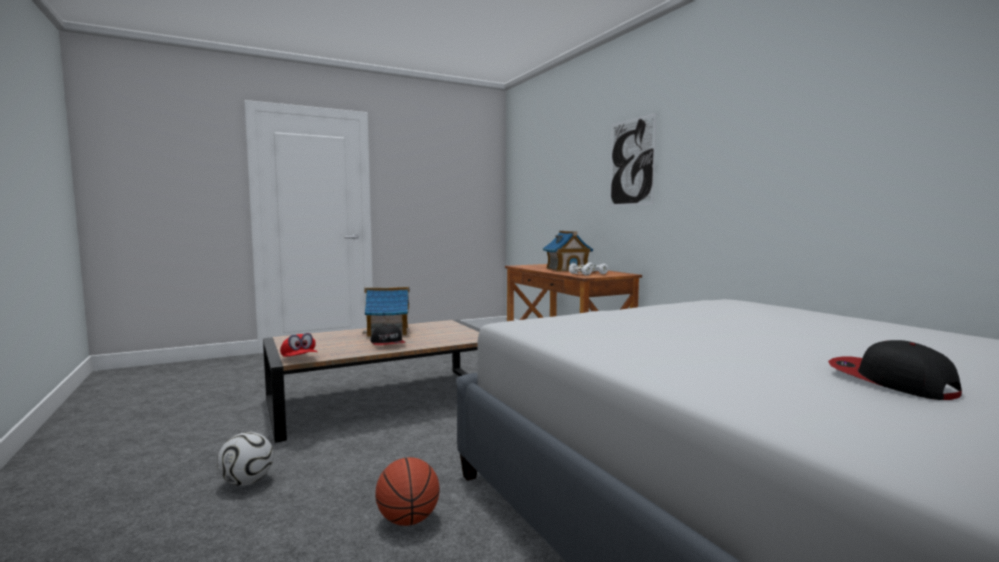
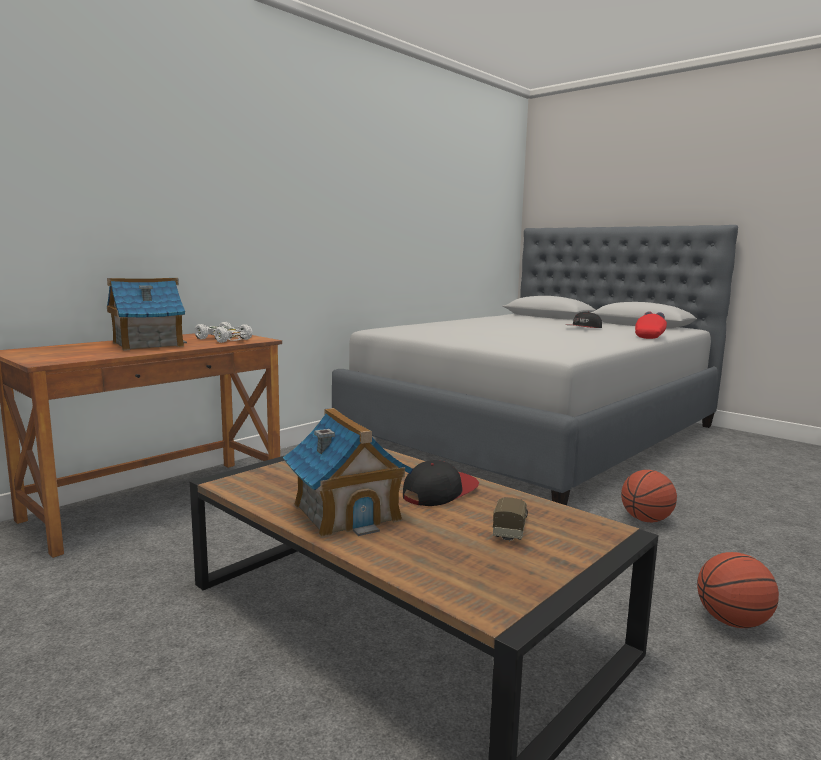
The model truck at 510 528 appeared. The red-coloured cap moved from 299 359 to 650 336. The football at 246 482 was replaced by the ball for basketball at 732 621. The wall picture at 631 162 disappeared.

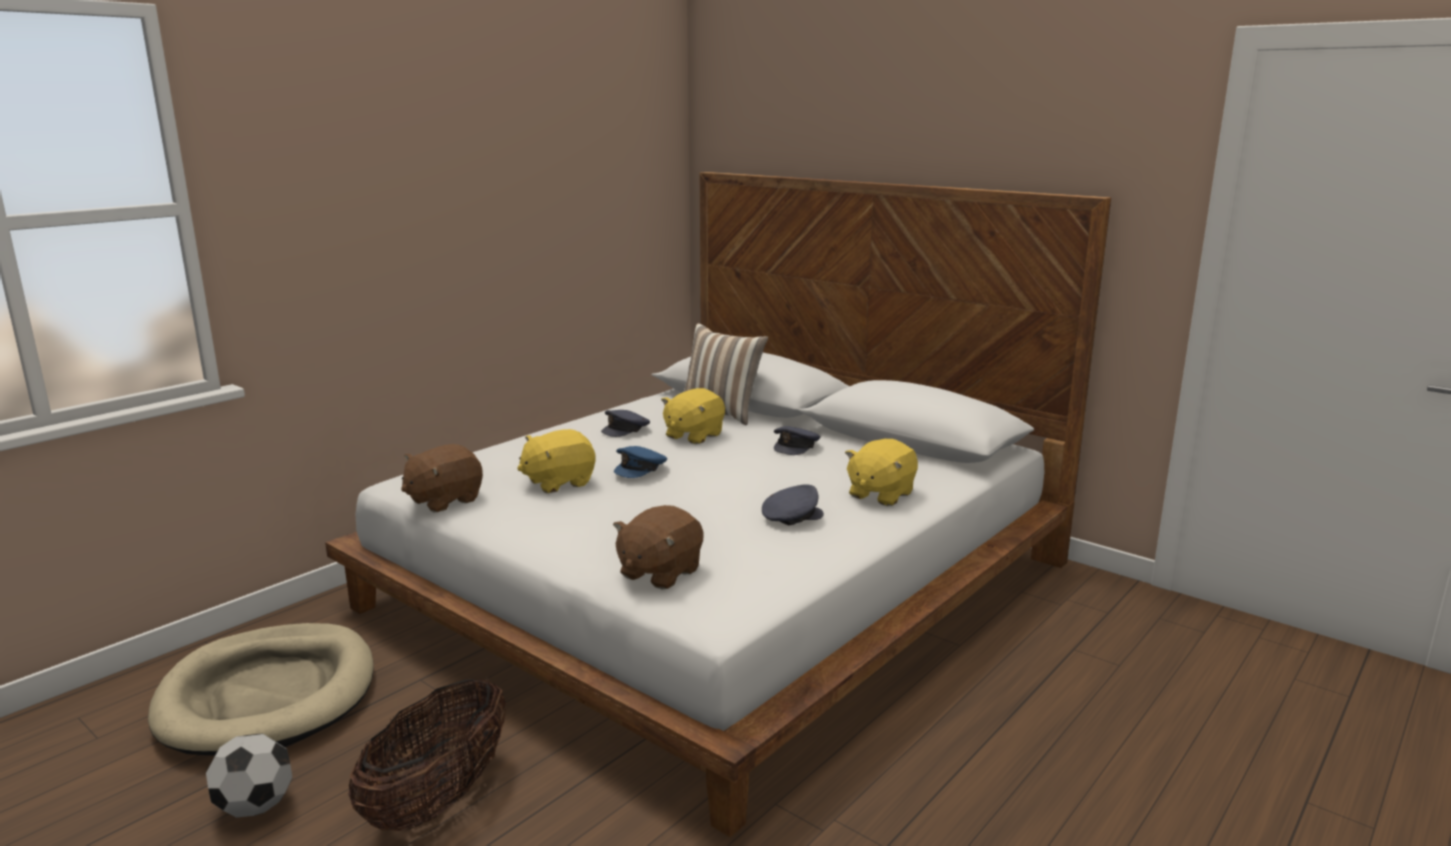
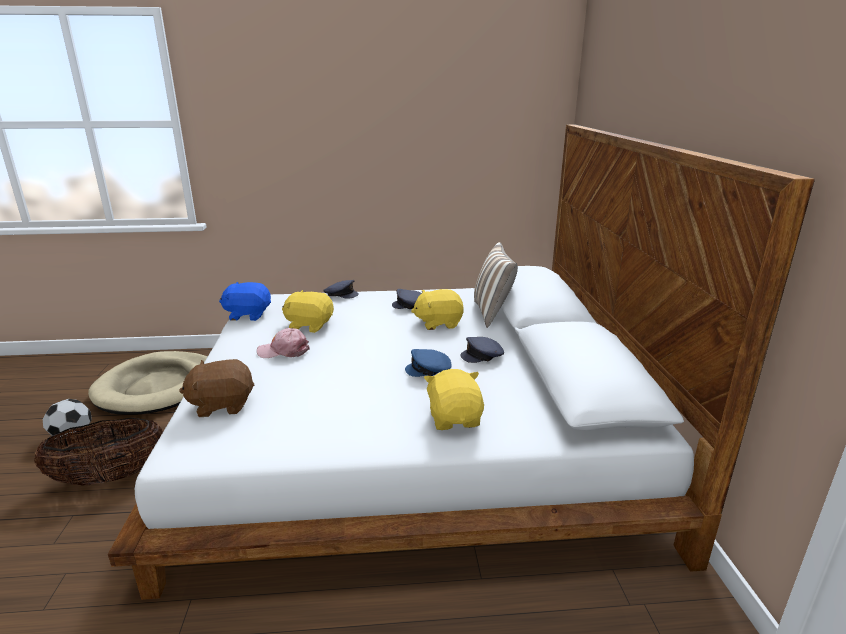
The brown plush toy at 444 500 became the blue-coloured plush toy at 248 315. The pink cap at 284 351 appeared. The greyish cap moved from 791 517 to 341 294. The blue-coloured cap moved from 641 468 to 429 370. The yellow plush toy at 880 494 turned 90 degrees clockwise.

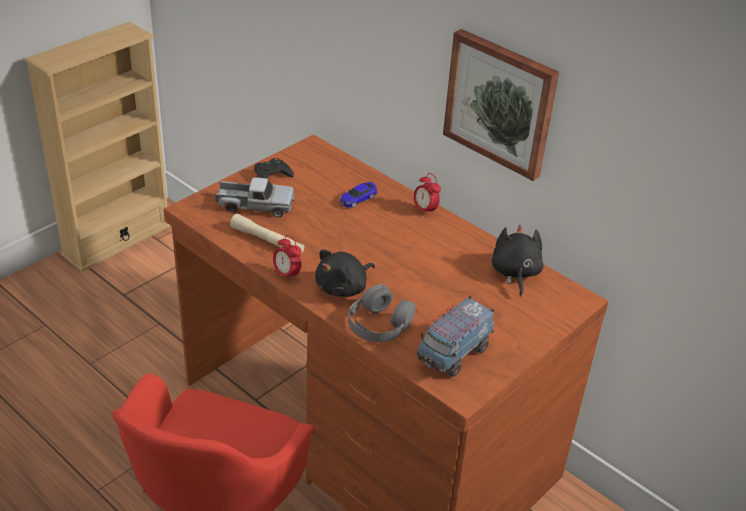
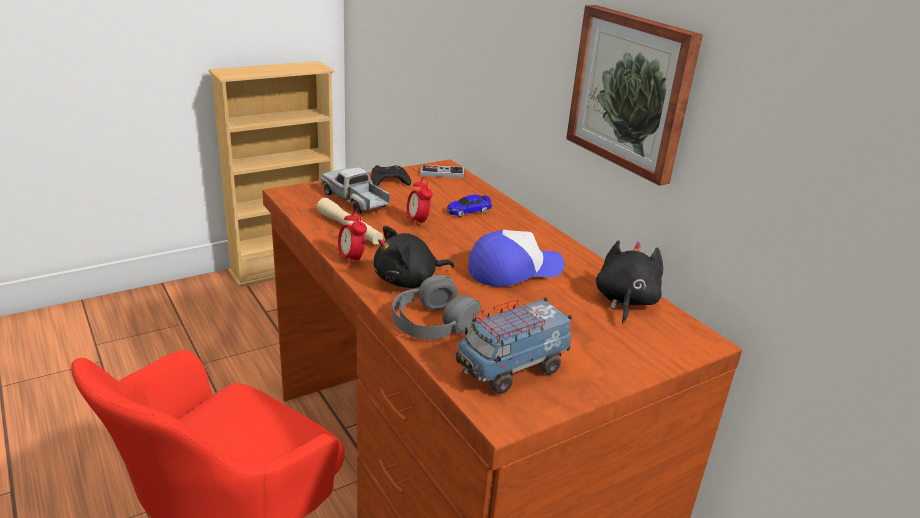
The model truck at 255 205 turned 150 degrees counterclockwise. The bedside clock moved from 425 210 to 418 222. The joypad at 442 173 appeared. The cap at 514 270 appeared.

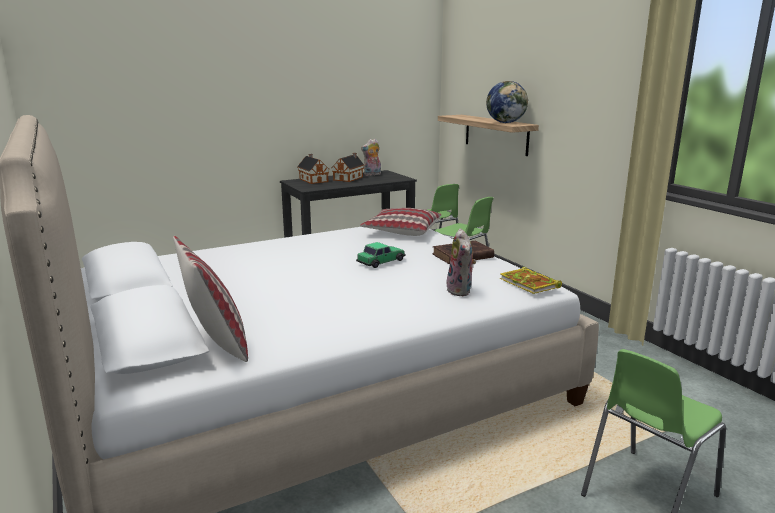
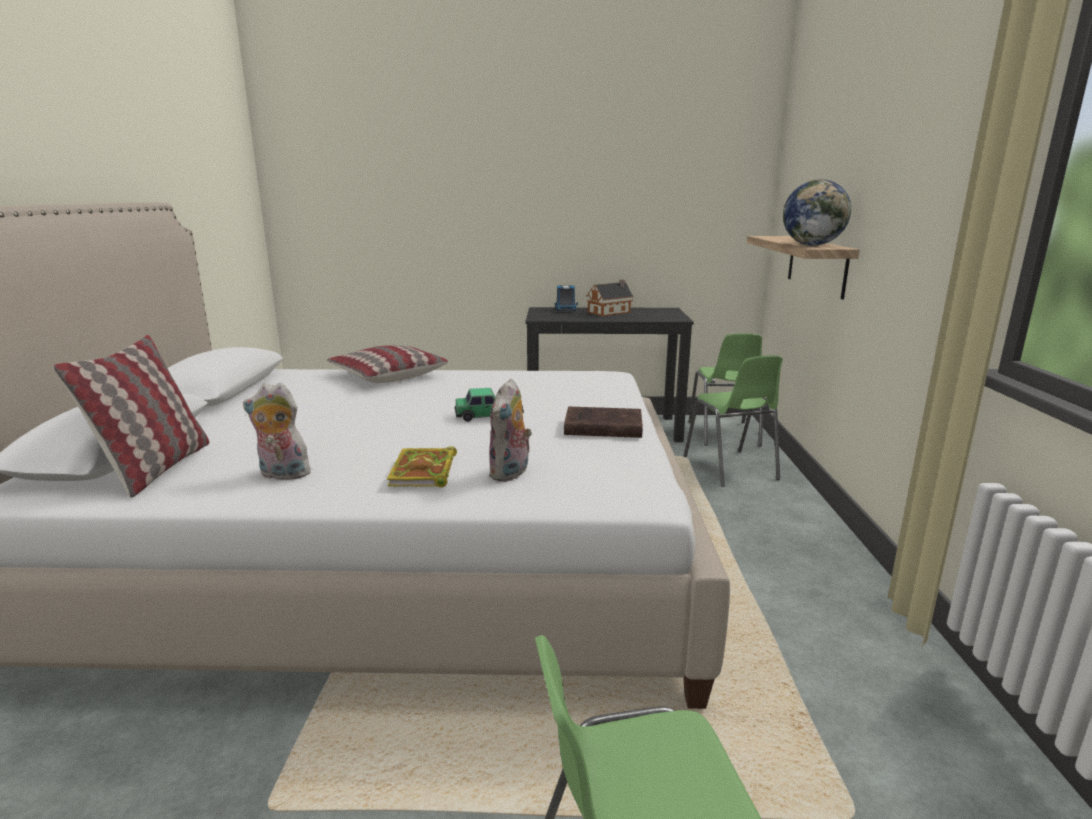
The plush toy moved from 372 174 to 282 475. The throw pillow moved from 401 231 to 387 375. The book moved from 530 284 to 424 472. The toy house at 313 180 was replaced by the model truck at 565 310.

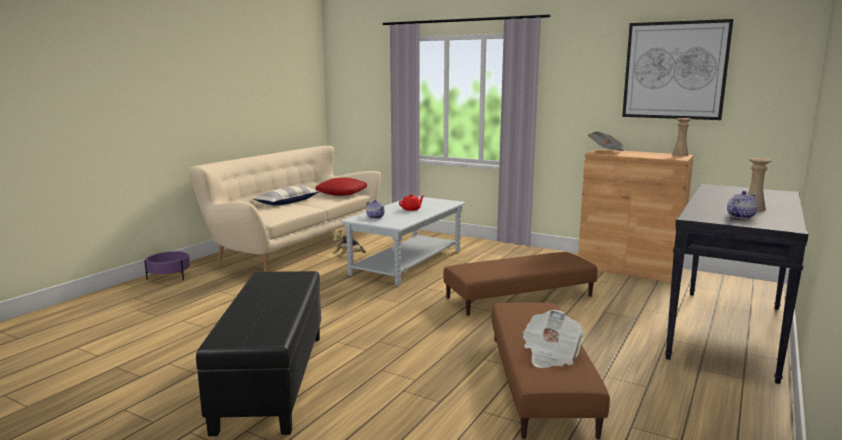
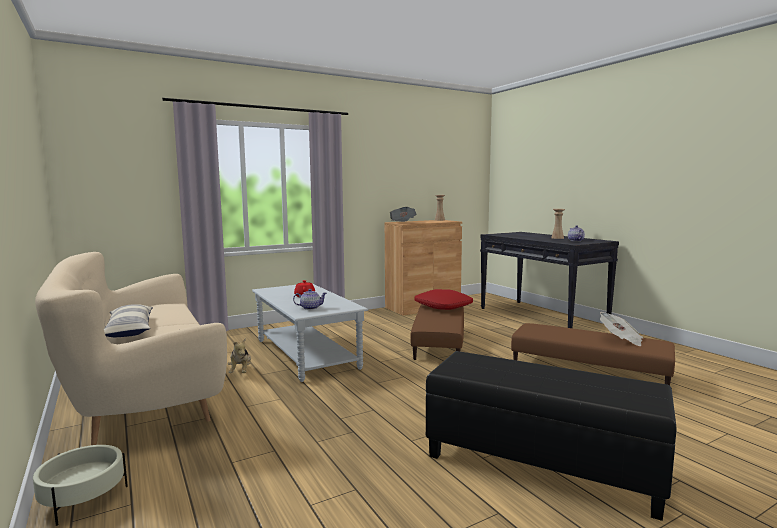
The purplish plant pot at 169 276 became the beige plant pot at 83 498. The red-coloured throw pillow moved from 341 193 to 443 306. The wall picture at 675 70 disappeared.

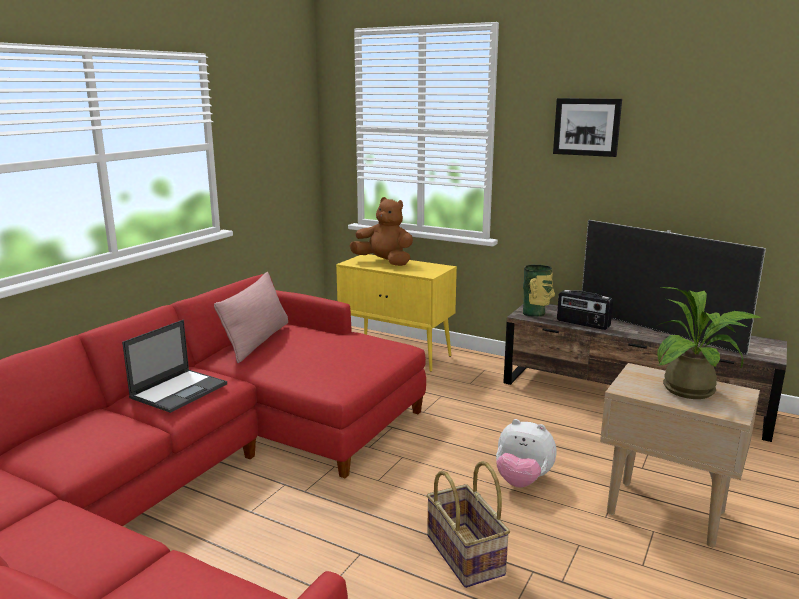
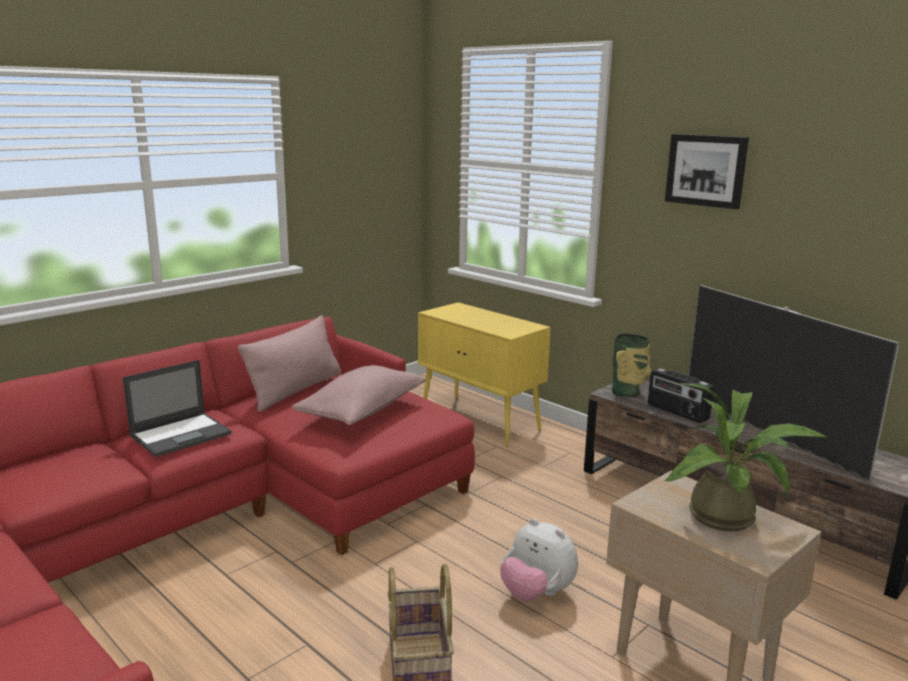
The pink throw pillow at 362 411 appeared. The brown plush toy at 384 262 disappeared.

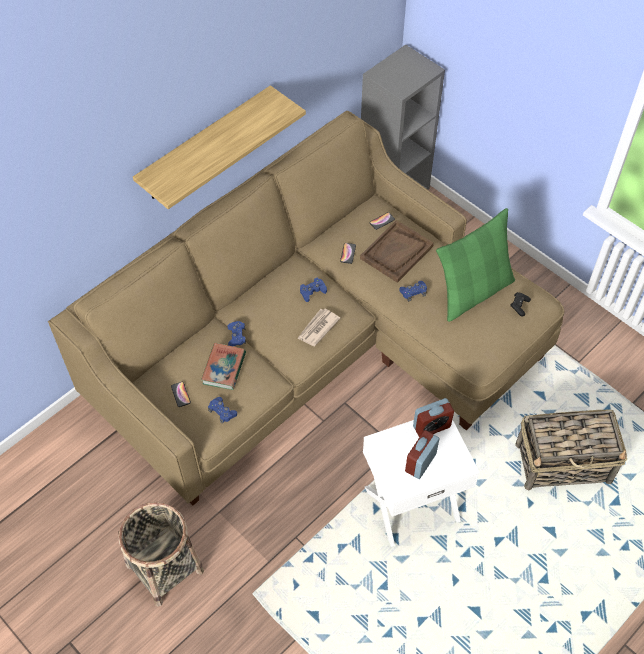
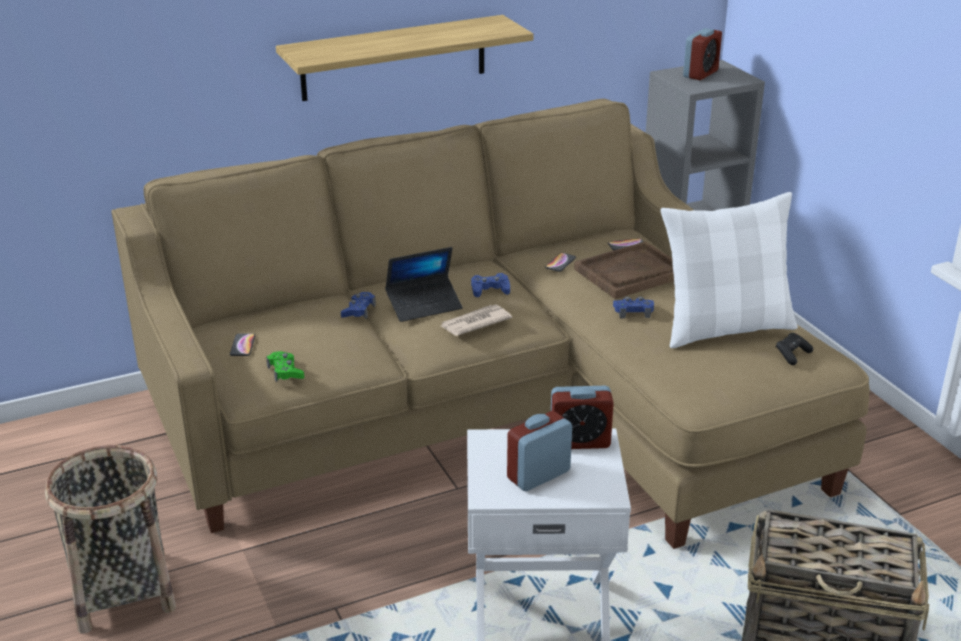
The blue-coloured joypad at 222 412 became the greenish joypad at 285 372. The laptop at 424 305 appeared. The greenish throw pillow at 473 292 became the white-coloured throw pillow at 725 328. The bedside clock at 700 74 appeared. The book at 224 368 disappeared.

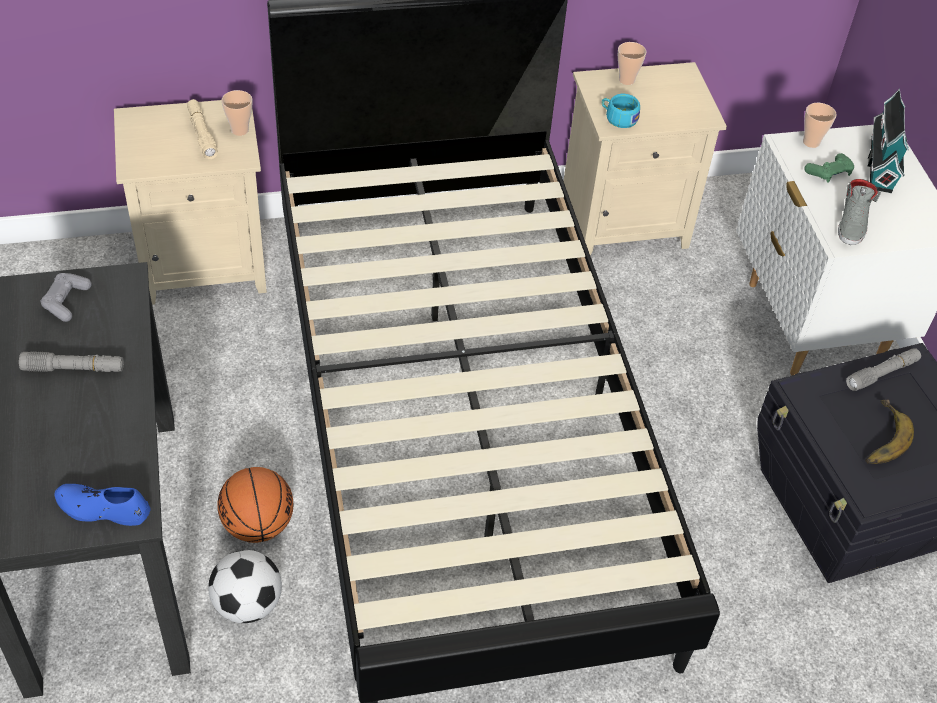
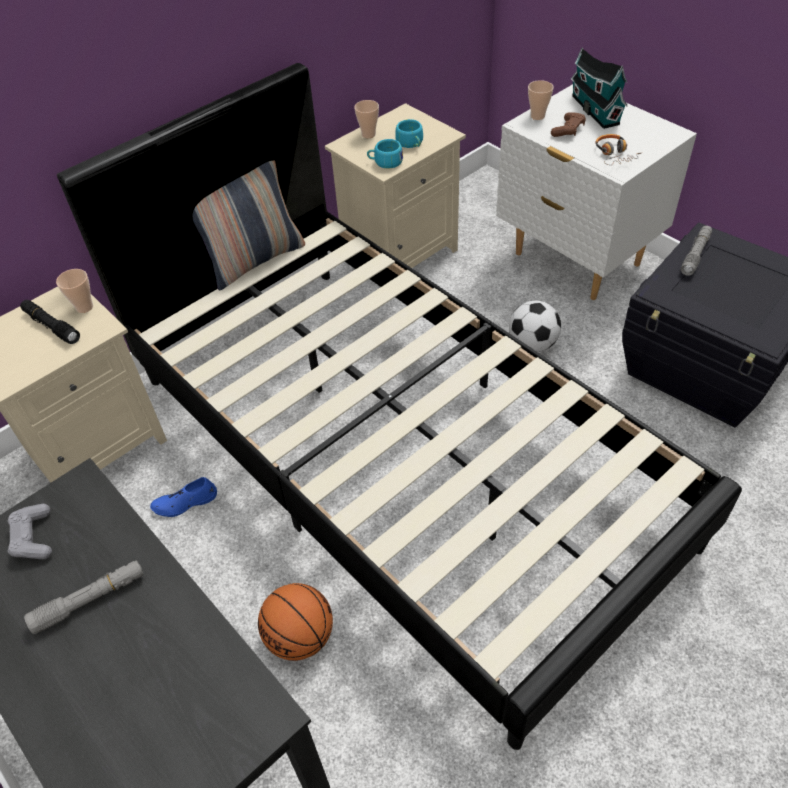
The beige torch at 202 134 became the black-coloured torch at 51 326. The blue-coloured low shoe moved from 103 509 to 185 502. The throw pillow at 255 260 appeared. The turquoise-coloured drinking cup at 411 143 appeared. The football moved from 248 604 to 532 344. The greenish joypad at 829 173 became the brown joypad at 568 130. The greyish low shoe at 852 223 was replaced by the headset at 614 154. The banana fruit at 879 436 disappeared.

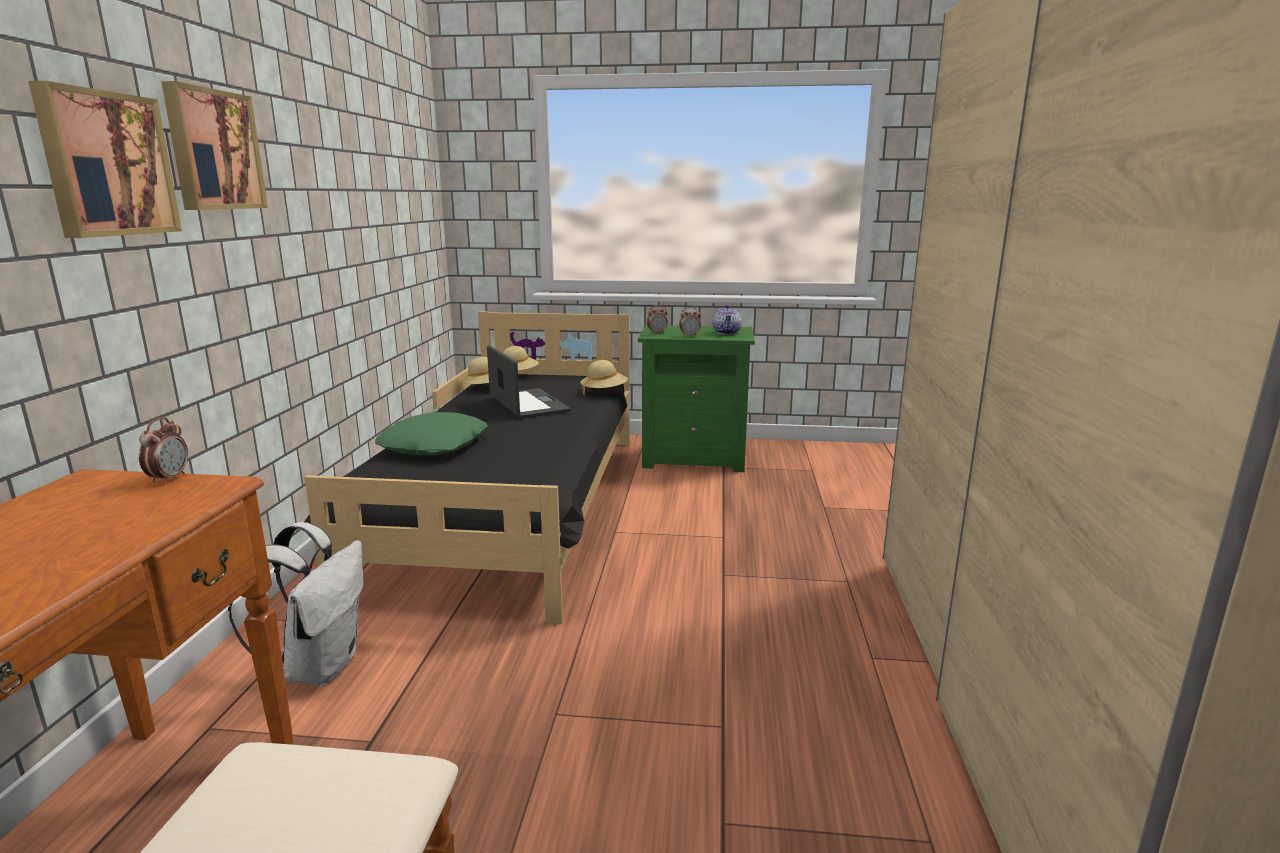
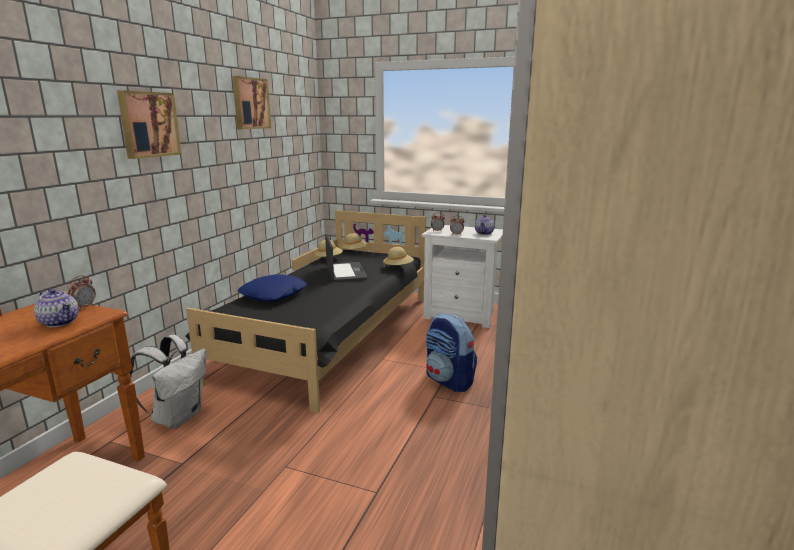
The teapot at 60 322 appeared. The wall picture moved from 106 164 to 250 103. The greenish throw pillow at 435 445 became the blue-coloured throw pillow at 273 295. The greenish bedside table at 695 458 became the white-coloured bedside table at 462 315. The knapsack at 449 381 appeared.

